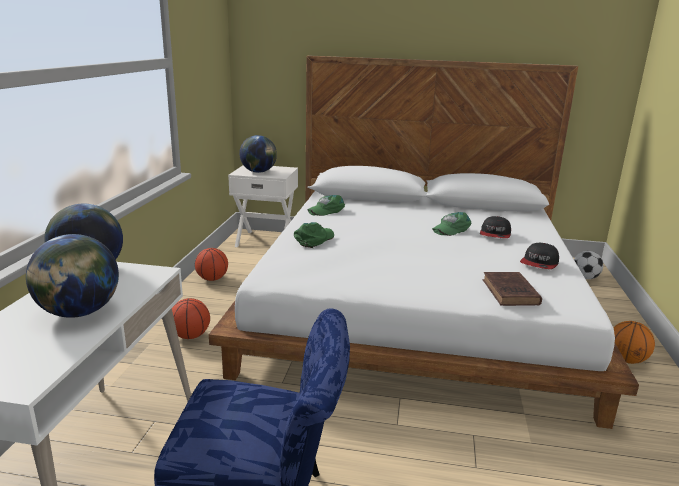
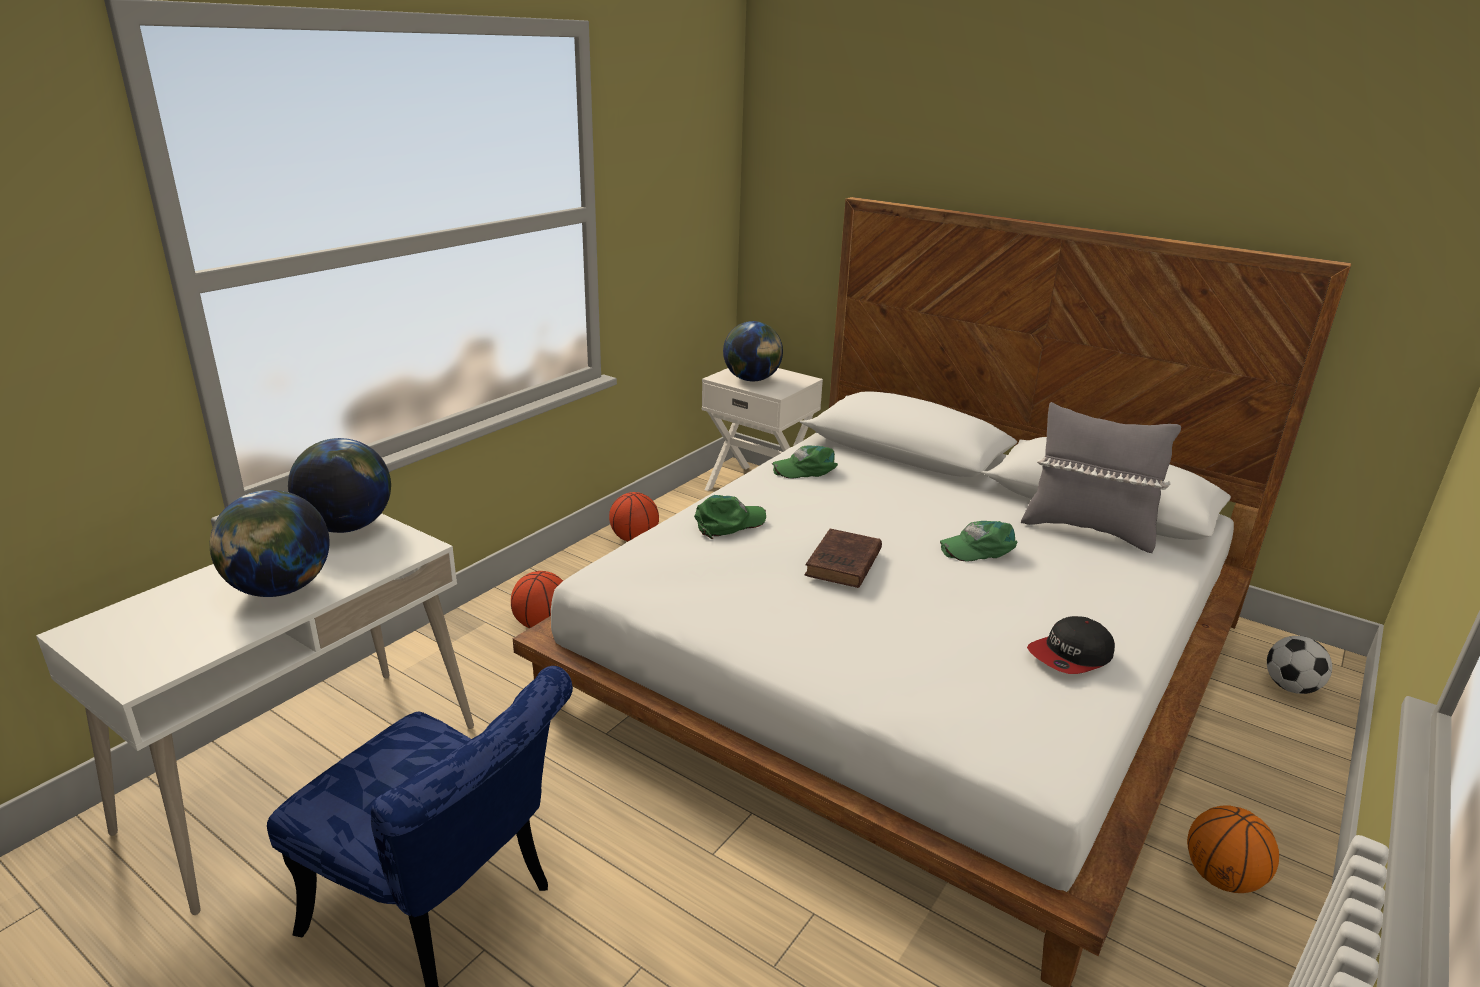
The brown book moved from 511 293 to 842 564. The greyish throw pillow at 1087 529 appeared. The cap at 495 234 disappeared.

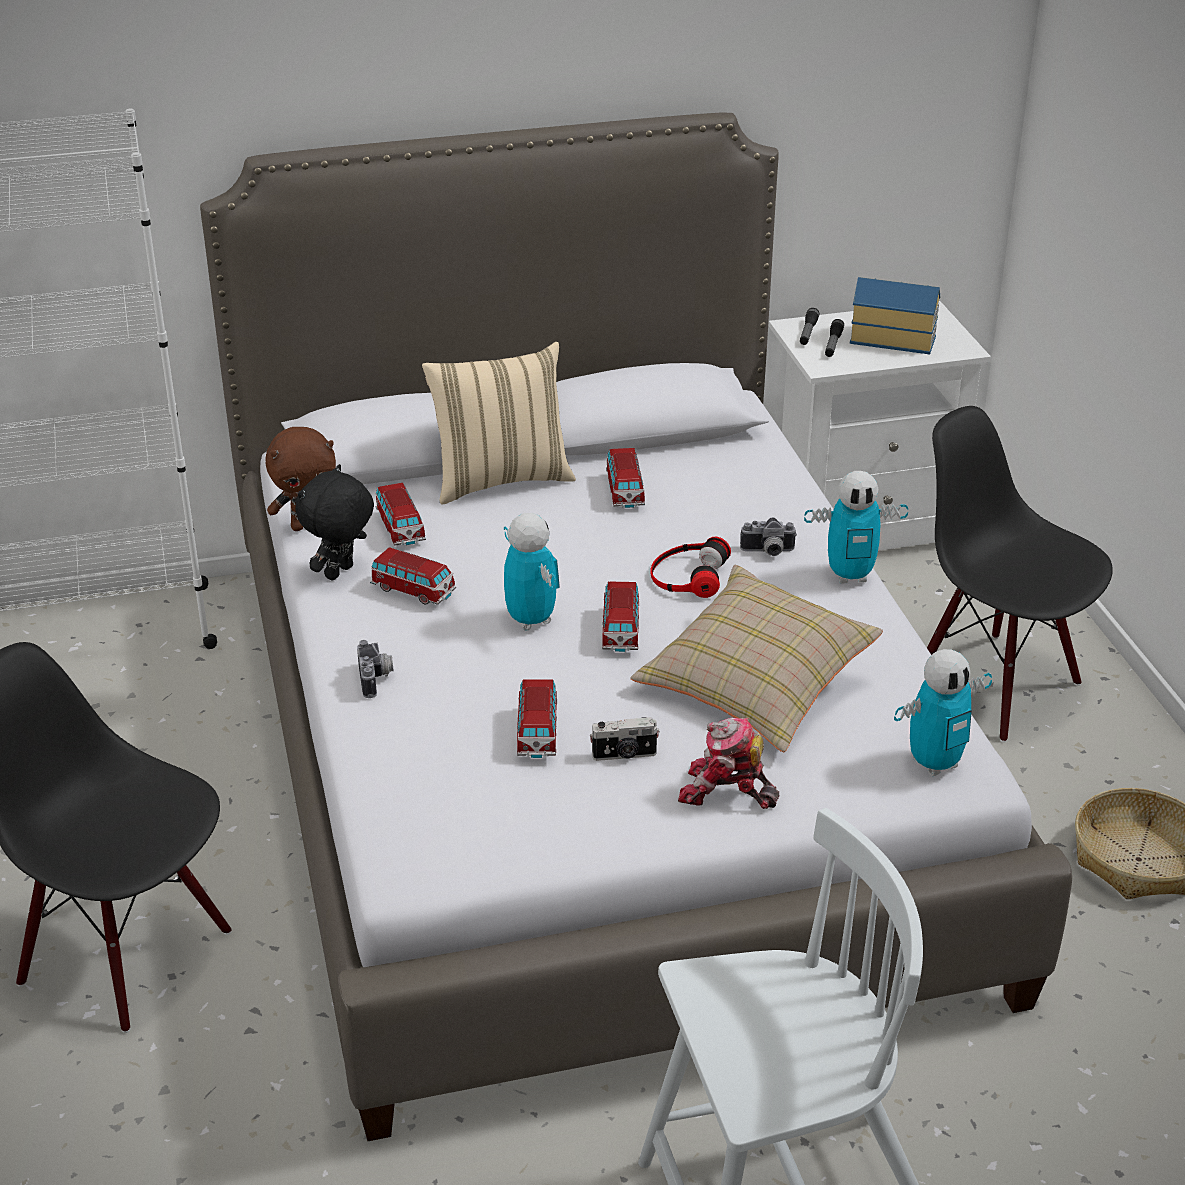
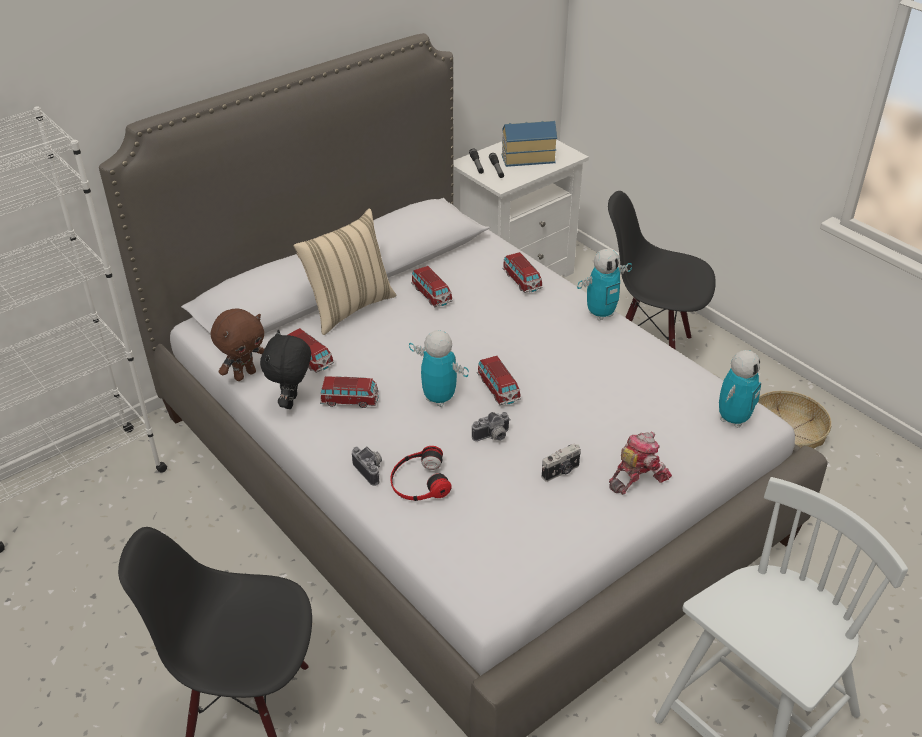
The headset moved from 687 575 to 419 481. The still camera moved from 768 552 to 493 437. The toy car moved from 537 733 to 521 281. The robot figure at 726 792 turned 150 degrees clockwise. The beige throw pillow at 755 686 disappeared.

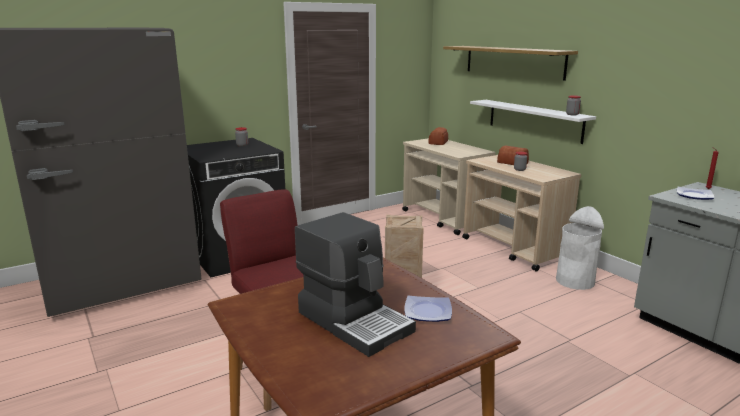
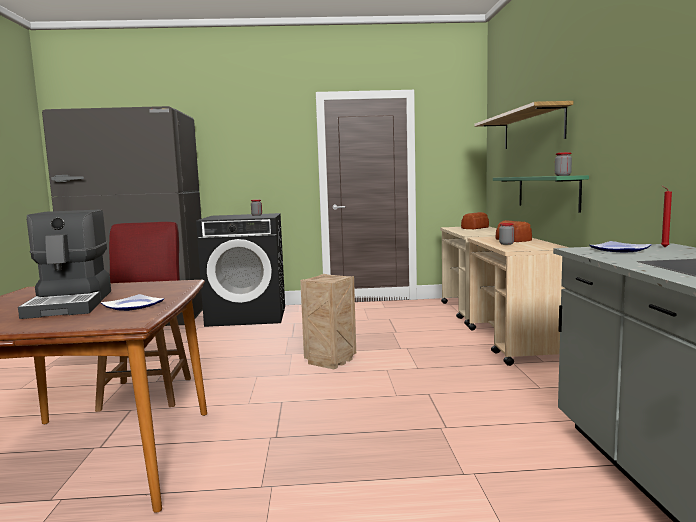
The white-coloured bracket shelf at 534 120 became the greenish bracket shelf at 547 192. The white-coloured trash can at 575 281 disappeared.

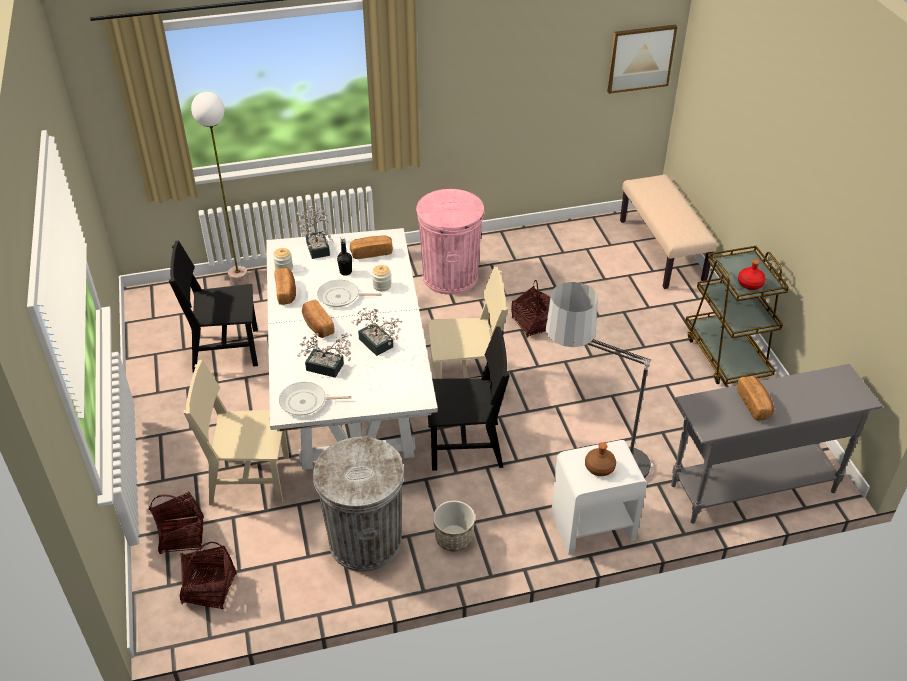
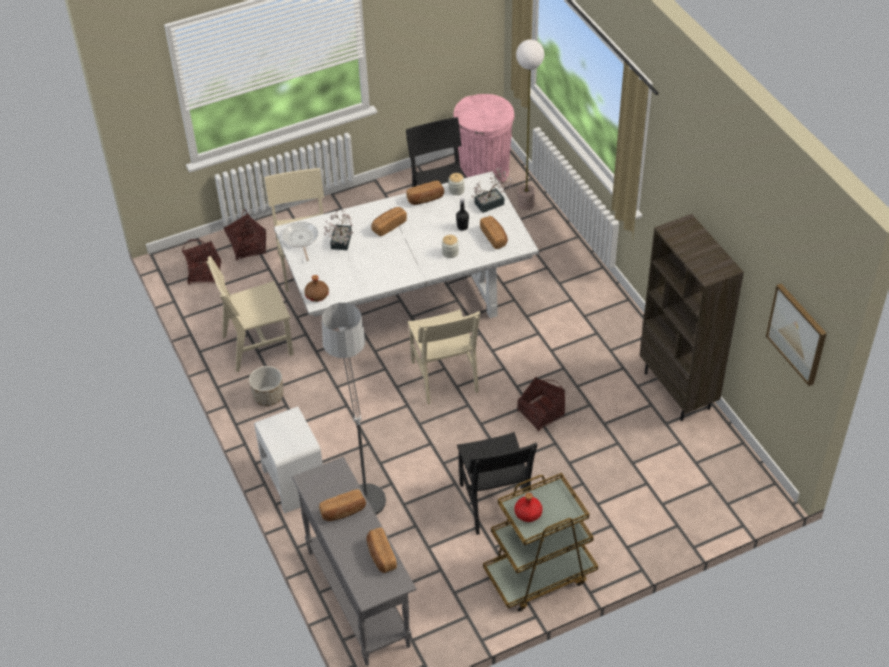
The greyish trash can at 365 541 was replaced by the beige upright chair at 257 345. The brown bottle moved from 599 467 to 317 295. The bread at 381 556 appeared. The pink trash can moved from 450 277 to 484 172. The black-coloured upright chair moved from 465 446 to 494 502. The brown bookcase at 678 391 appeared. The pan at 341 297 disappeared. The plant in a pot at 378 345 disappeared. The beige long seat at 662 250 disappeared.

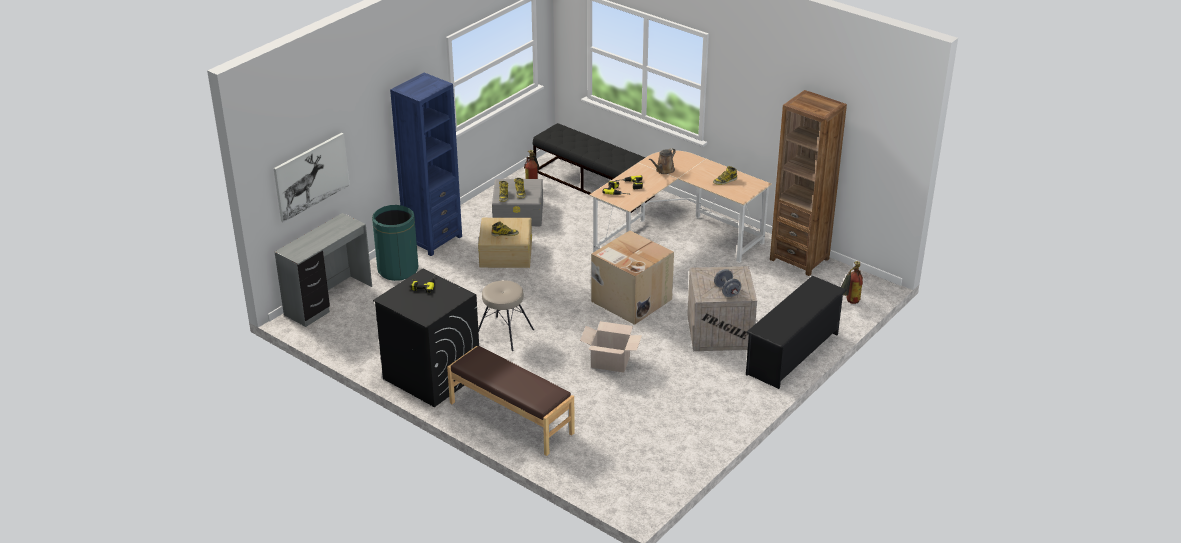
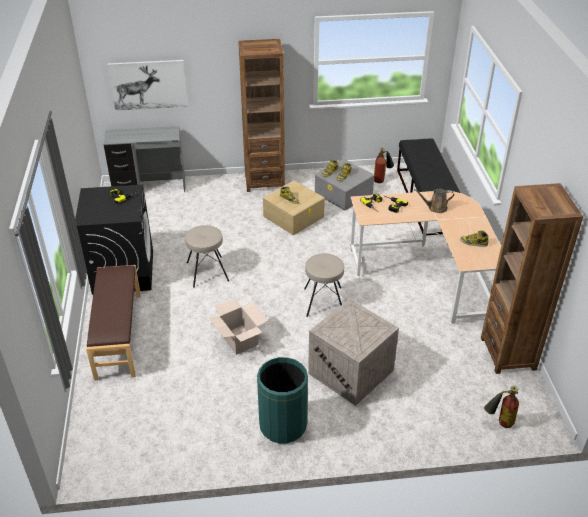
The blue-coloured bookcase at 432 239 became the brown bookcase at 264 181. The greenish trash can moved from 398 269 to 283 425. The cardboard box at 630 300 was replaced by the beige sitting stool at 323 301. The greyish free weight at 727 291 disappeared. The black-coloured shoe rack at 793 354 disappeared.

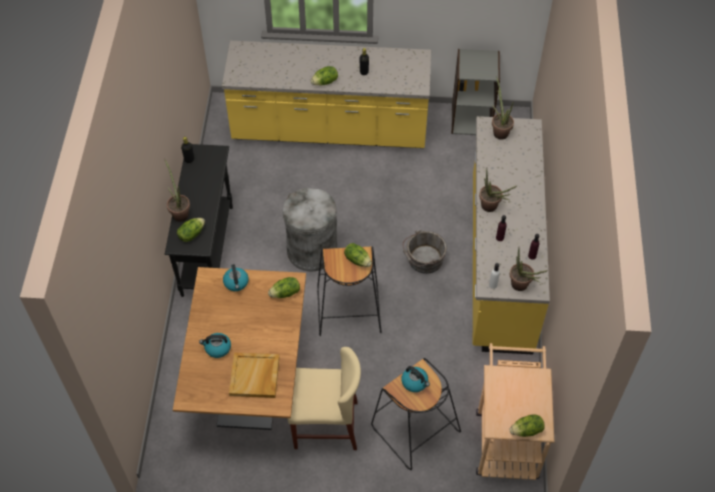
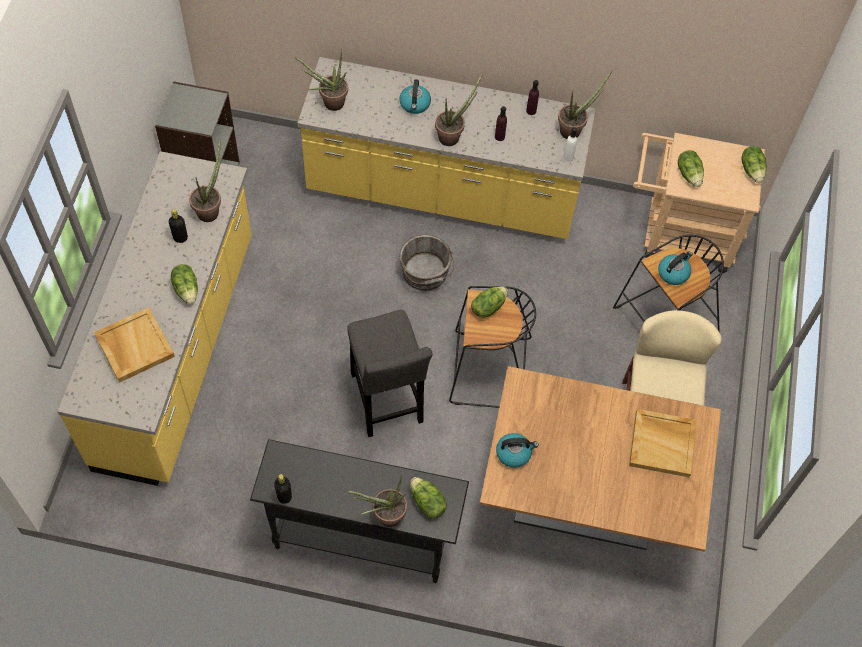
The beige carrying tray at 134 346 appeared. The plant in a pot at 211 209 appeared. The greyish trash can at 311 250 was replaced by the greyish sitting stool at 386 403. The water kettle moved from 217 348 to 415 104. The lettuce head moved from 285 293 to 689 174.

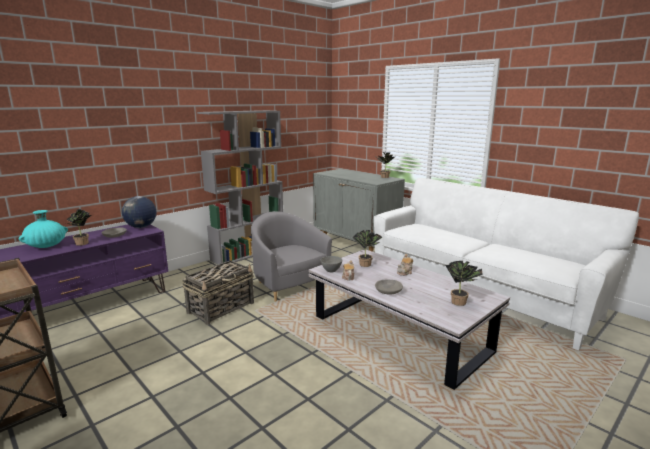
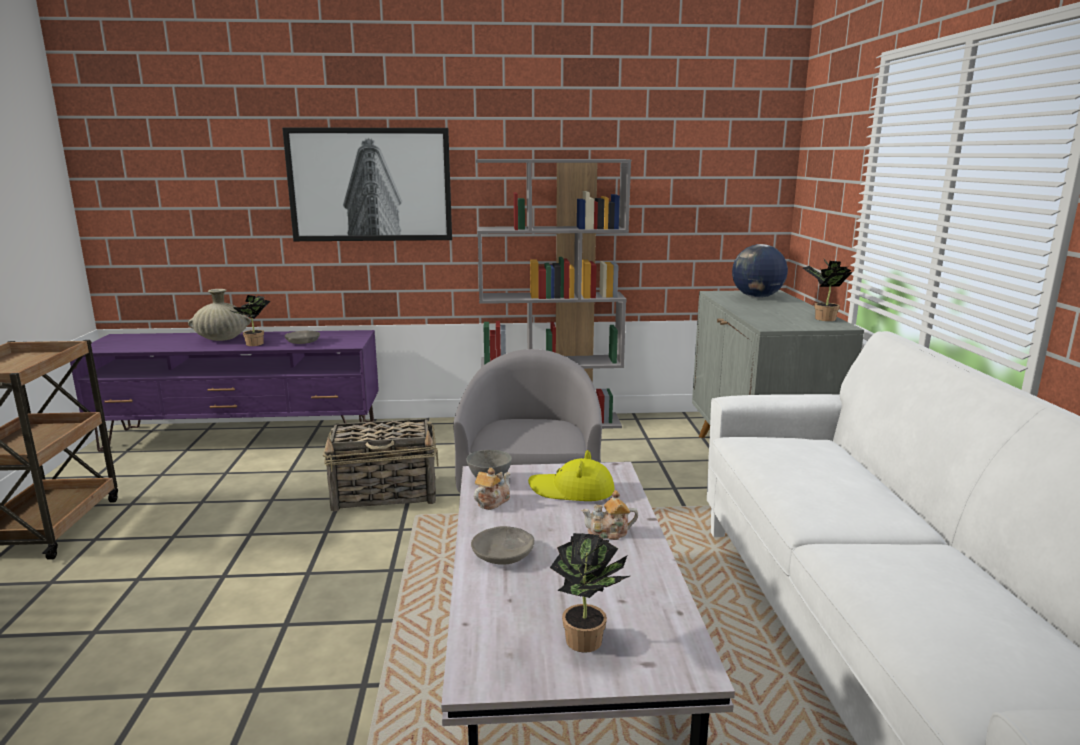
The turquoise-coloured vase at 46 246 became the beige vase at 222 339. The wall picture at 370 185 appeared. The plant in a pot at 366 264 was replaced by the yellow hat at 572 490. The world globe moved from 141 227 to 757 297.

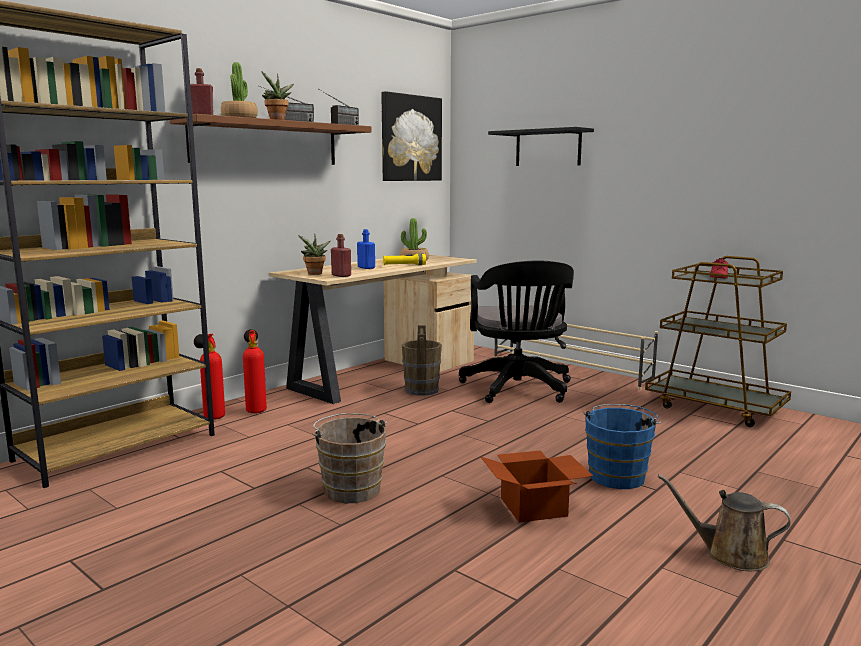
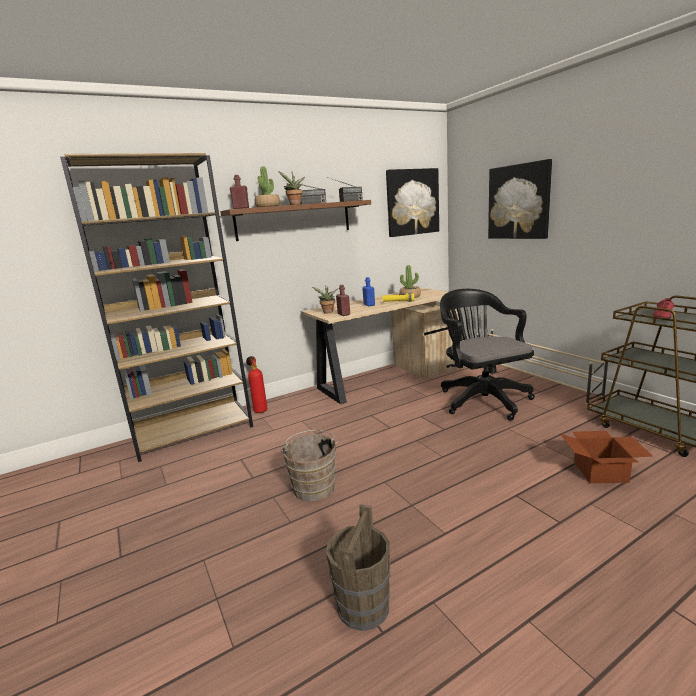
The brown bucket moved from 421 390 to 363 607. The black-coloured desk chair at 518 390 turned 150 degrees clockwise. The black-coloured bracket shelf at 548 148 was replaced by the wall picture at 519 202. The cardboard box moved from 535 507 to 602 472. The extinguisher at 256 410 disappeared. The blue-coloured bucket at 618 475 disappeared. The brown watering pot at 729 554 disappeared.

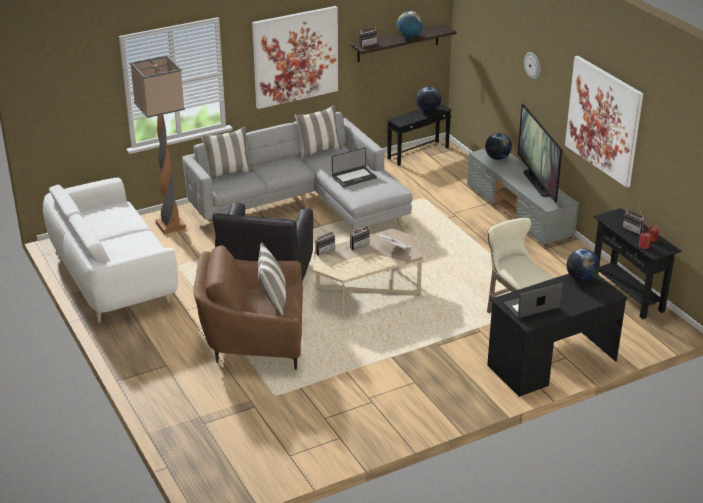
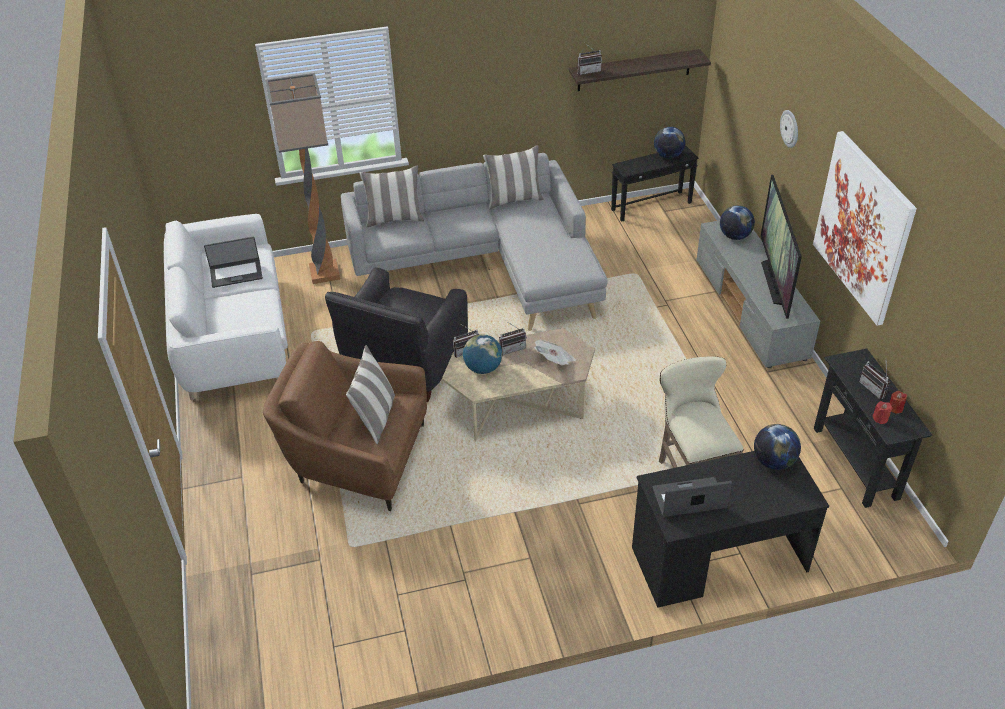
The laptop moved from 354 177 to 236 273. The world globe moved from 409 36 to 483 368. The wall picture at 295 56 disappeared.

